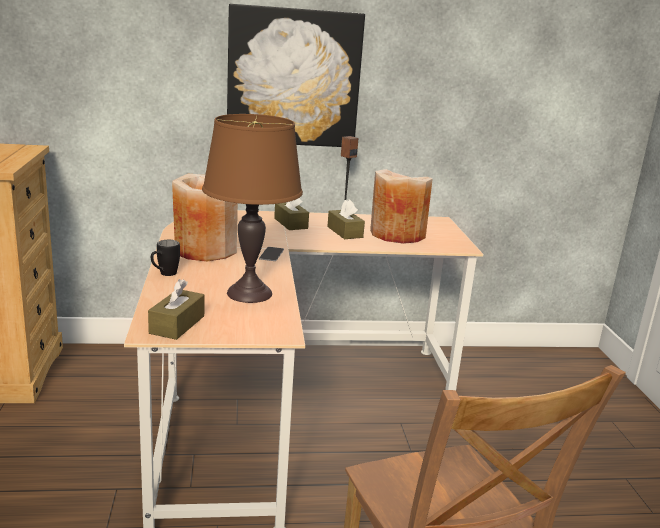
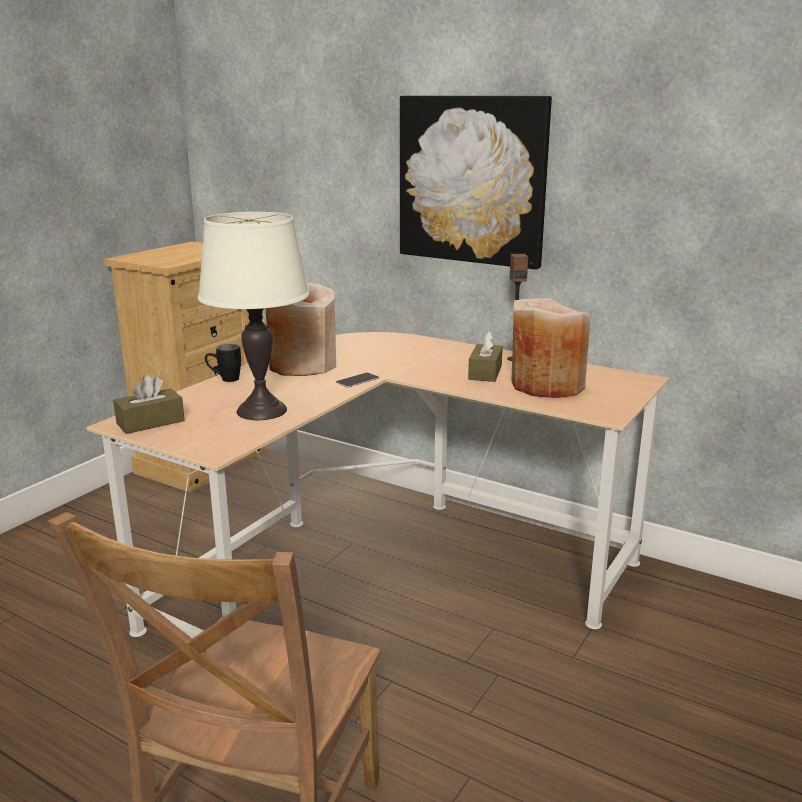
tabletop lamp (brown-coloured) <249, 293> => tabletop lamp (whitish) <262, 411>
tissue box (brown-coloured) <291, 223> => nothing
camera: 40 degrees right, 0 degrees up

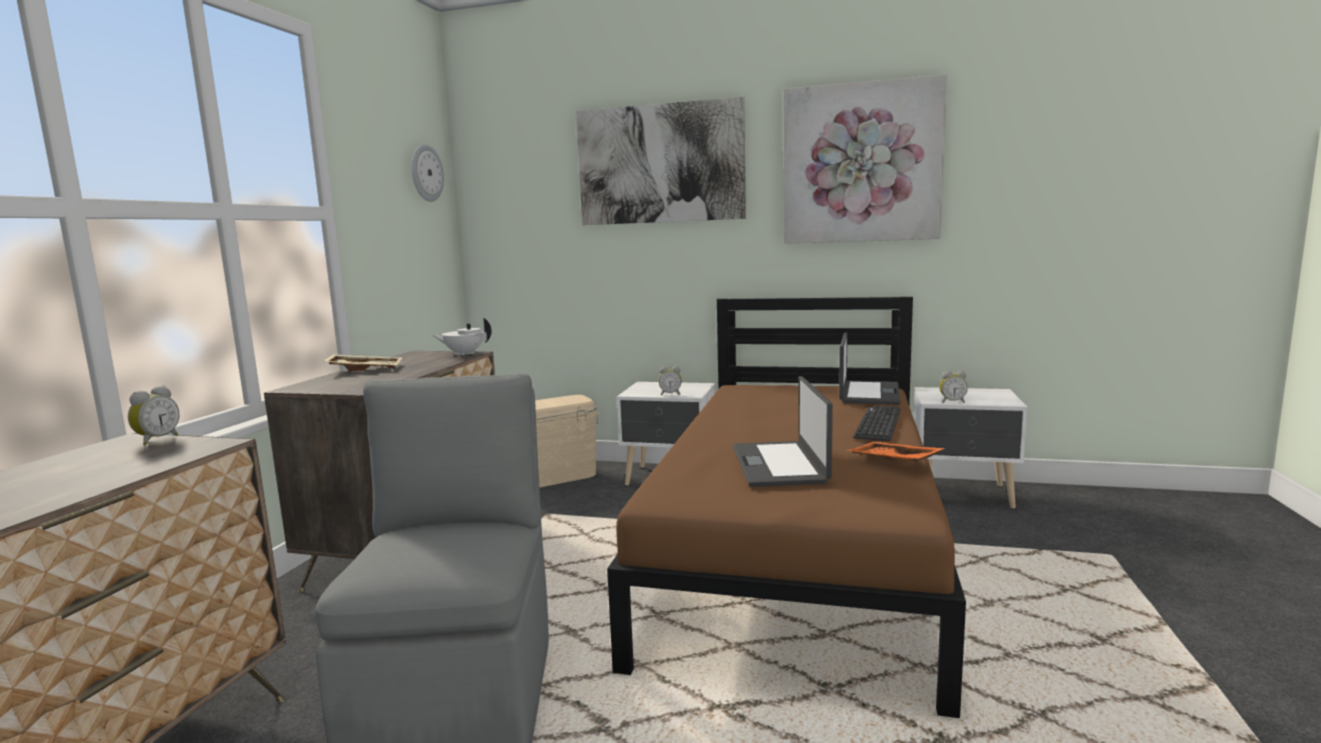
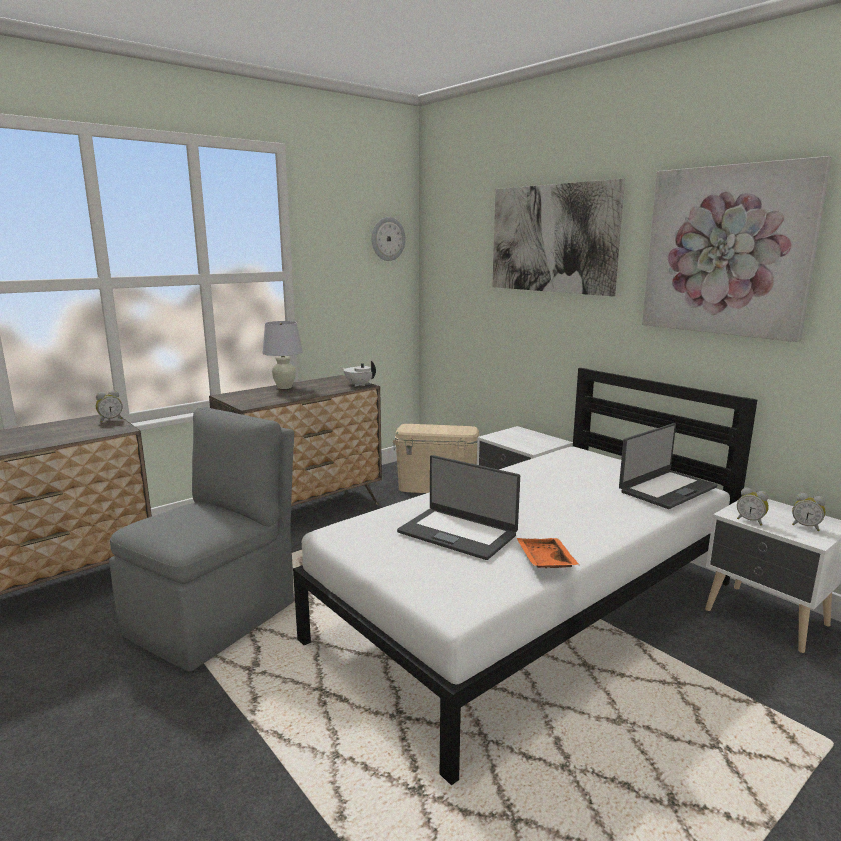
serving tray (sand-coloured) <365, 369> => tabletop lamp (whitish) <284, 387>
sleeping bed (brown-coloured) <799, 551> => sleeping bed (whitish) <530, 610>
table clock <670, 394> => table clock <806, 526>, relocated
laptop <780, 464> => laptop <458, 533>, 90 degrees counterclockwise
PC keyboard <878, 424> => nothing
camera: 35 degrees right, 5 degrees up

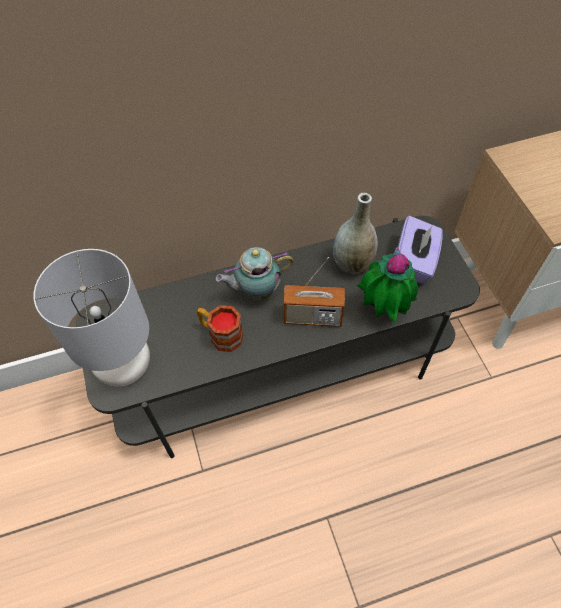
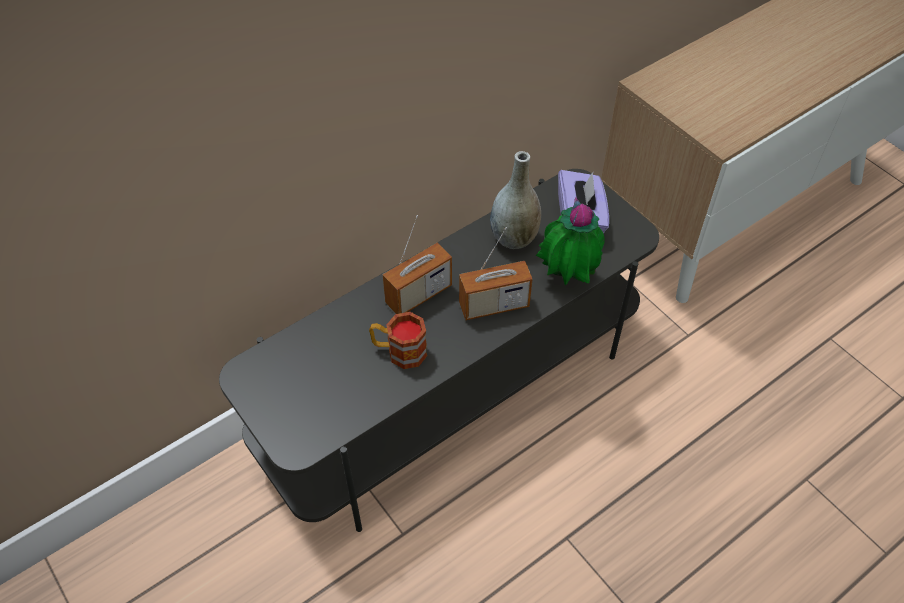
tabletop lamp (gray) <125, 365> => nothing
tea pot <256, 291> => radio receiver <419, 295>
camera: 20 degrees left, 5 degrees down

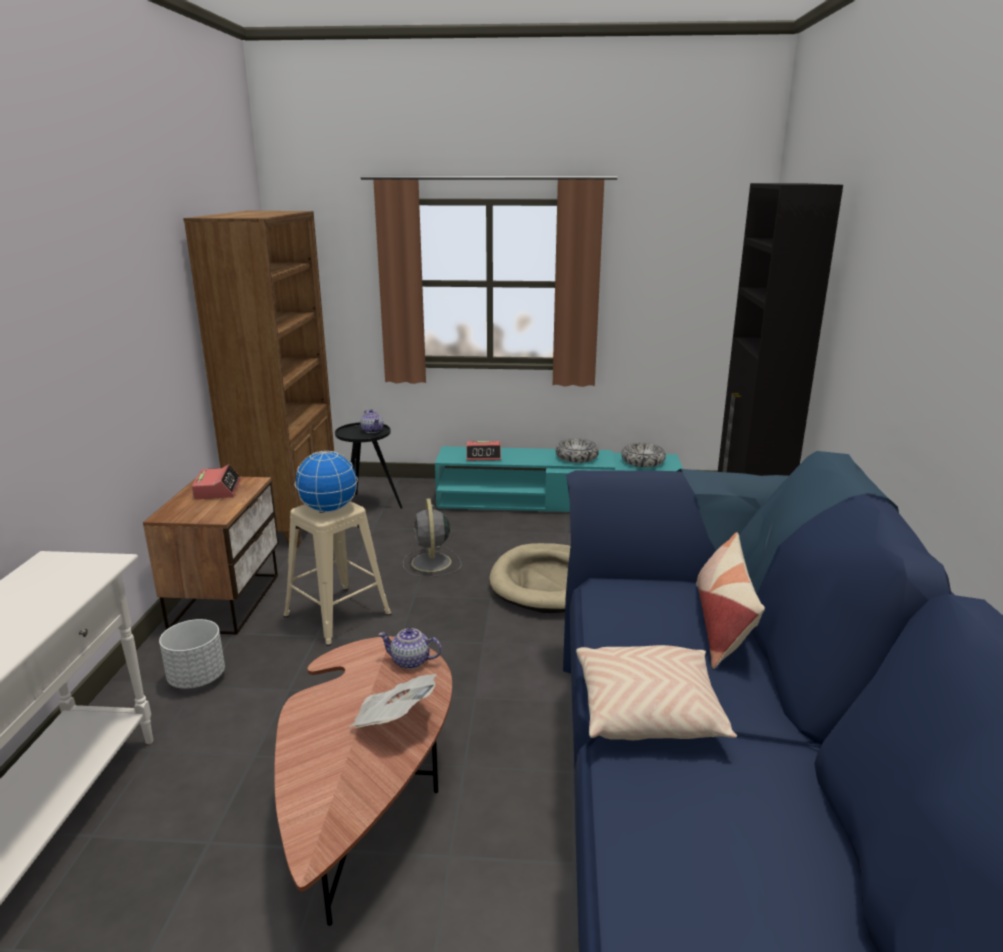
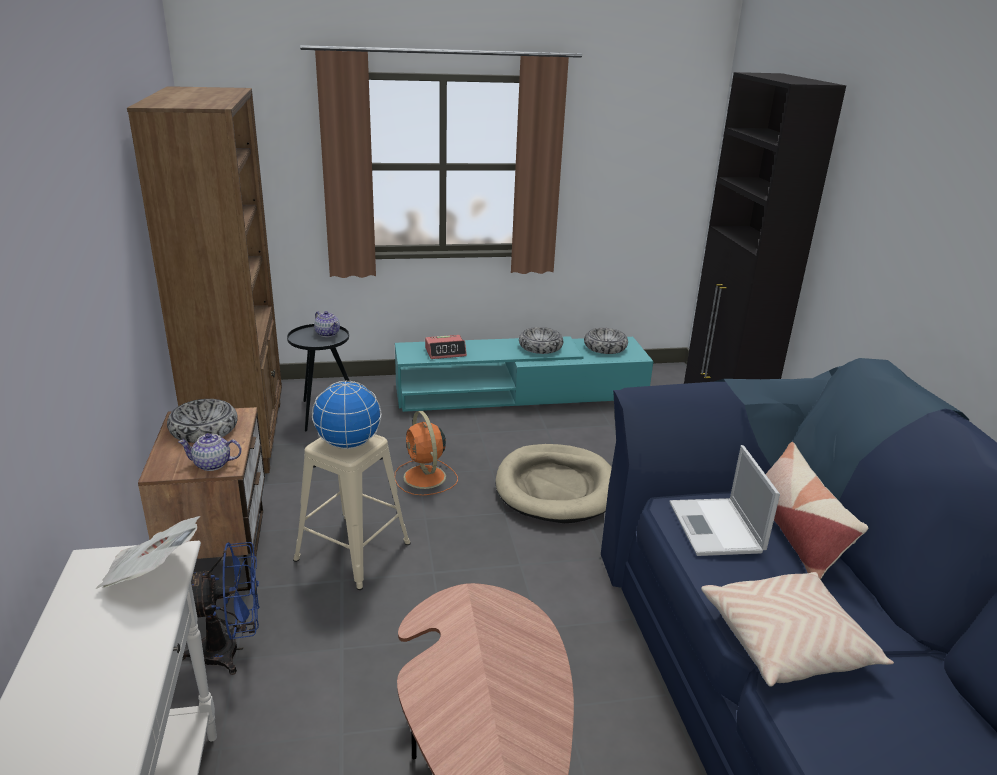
flower pot (whitish) <197, 678> => cooling fan (bluish) <230, 651>
table clock <217, 490> => bowl <204, 429>
newspaper <394, 720> => newspaper <153, 573>, relocated
tea pot <411, 661> => tea pot <213, 464>, relocated
cooling fan (gray) <431, 563> => cooling fan (orange-coloured) <425, 478>
nothing => laptop <716, 528>
camera: 15 degrees left, 5 degrees up

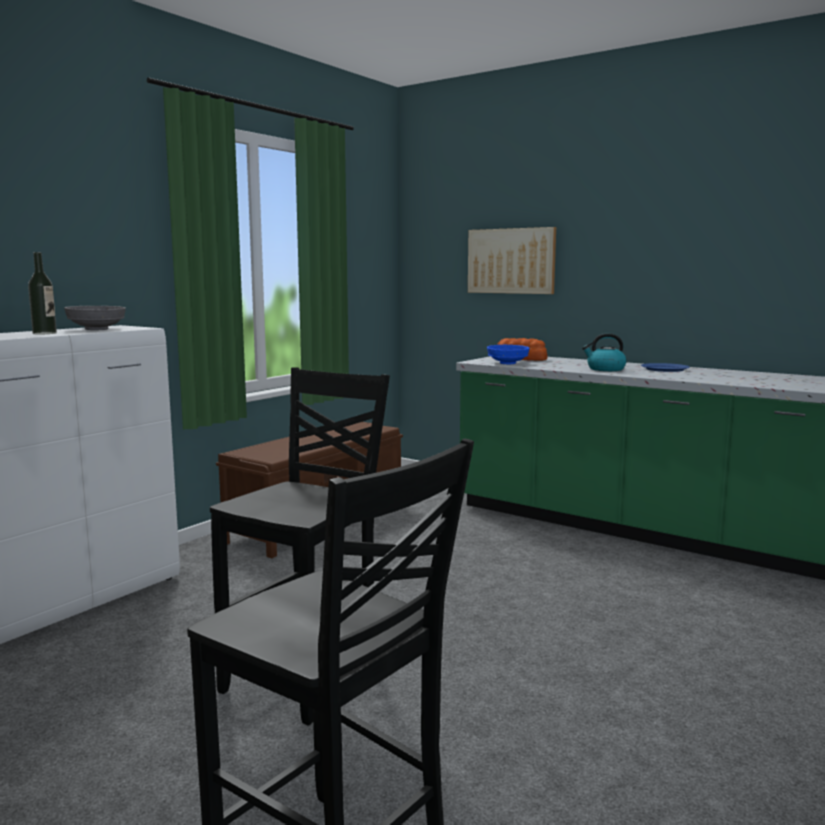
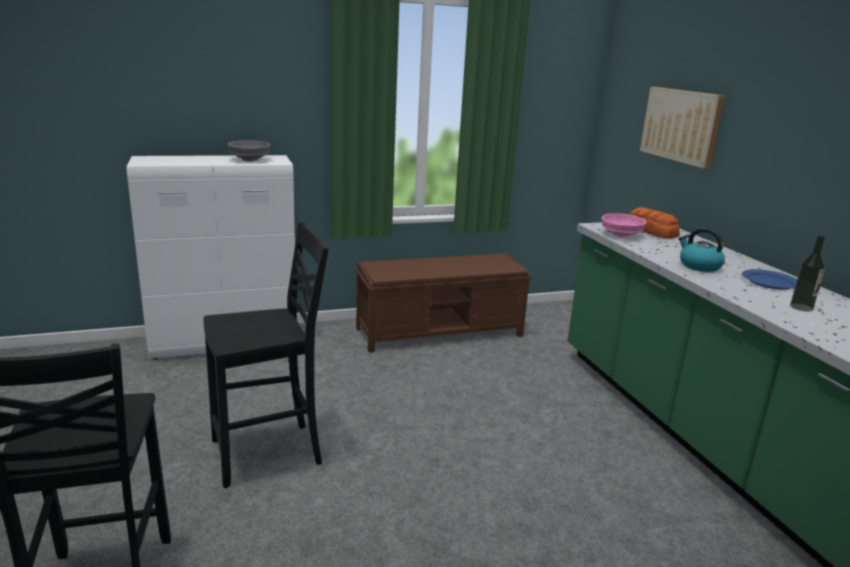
drink bottle <44, 333> => drink bottle <801, 307>, relocated
bowl (bluish) <507, 363> => bowl (pink-coloured) <620, 235>
camera: 35 degrees right, 10 degrees up

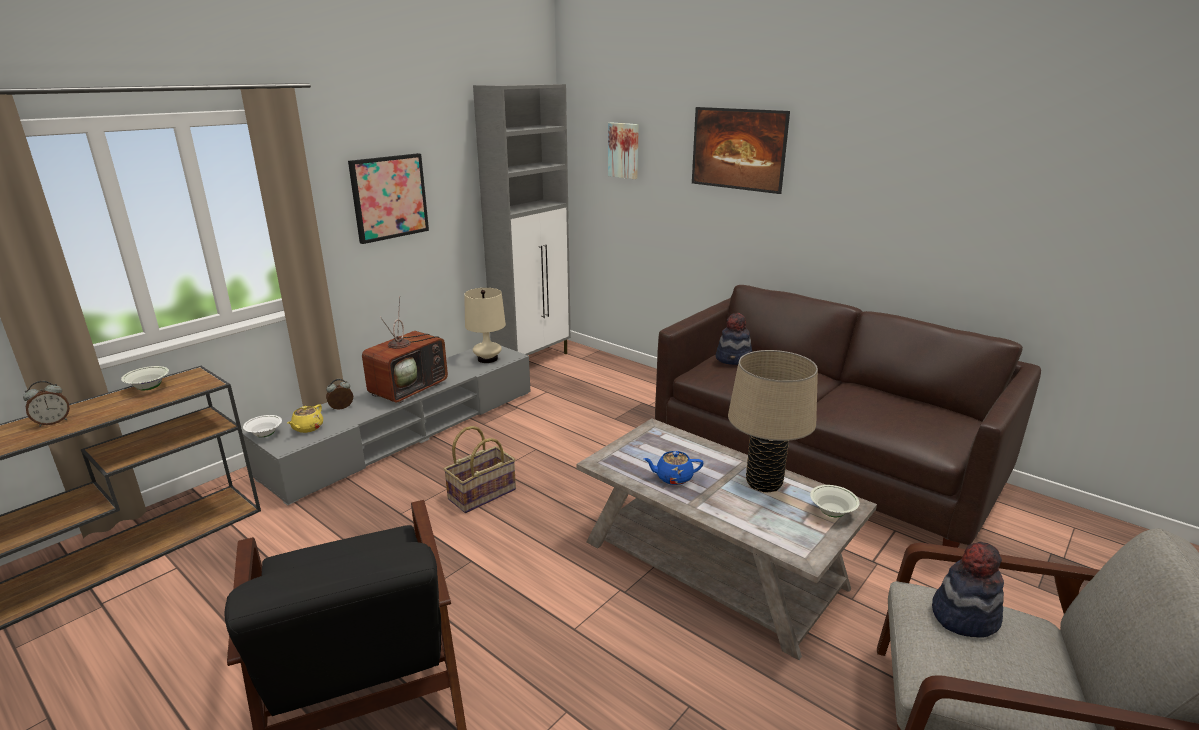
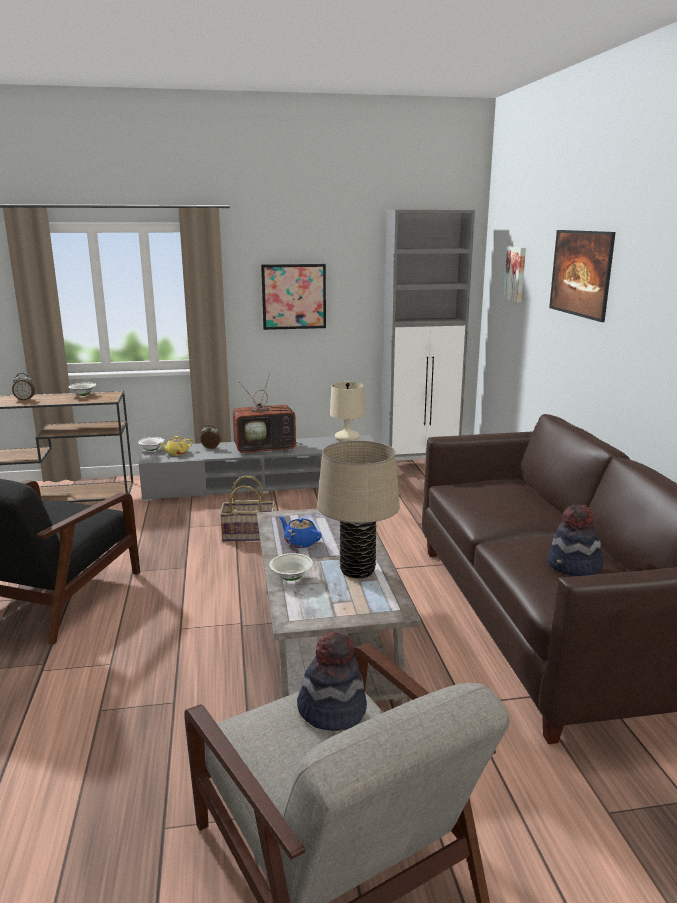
wearable hat <734, 359> => wearable hat <574, 567>, relocated
bowl (whitish) <832, 513> => bowl (whitish) <291, 578>, relocated
camera: 40 degrees right, 5 degrees down

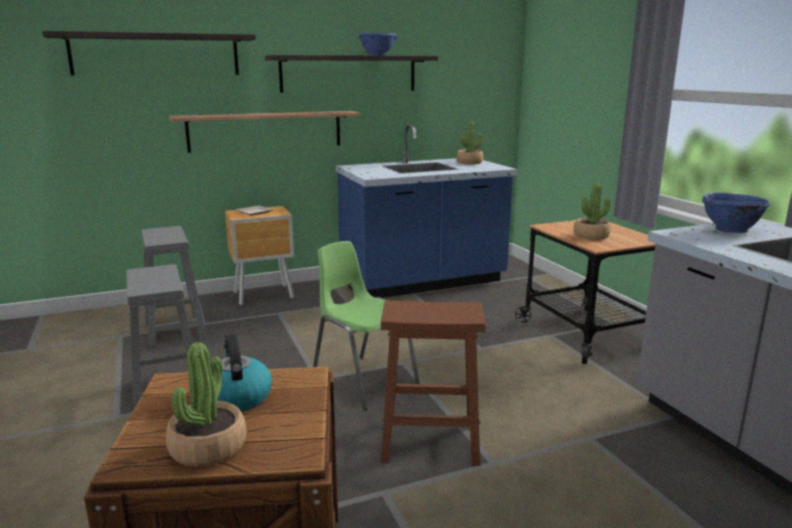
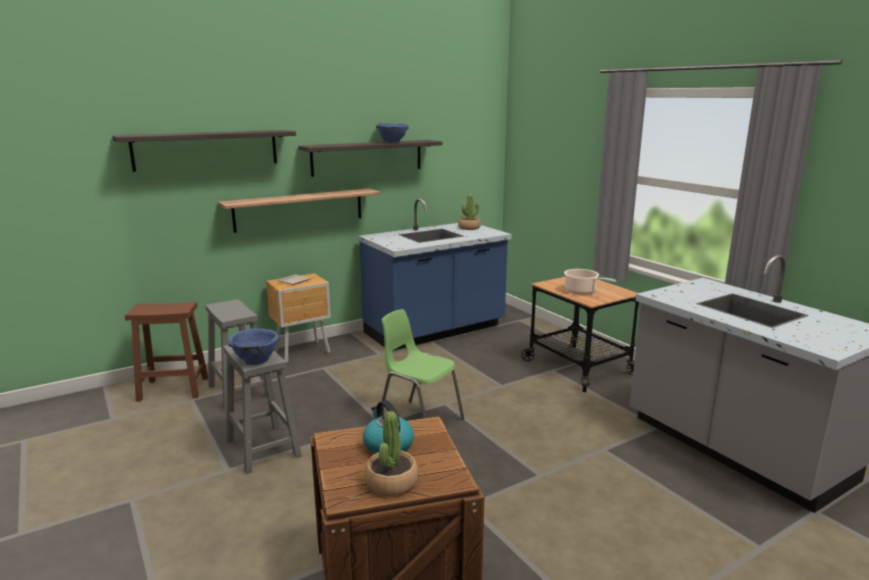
sitting stool (brown-coloured) <432, 441> => sitting stool (brown-coloured) <175, 389>, relocated
plant in a pot <591, 236> => saucepot <582, 291>
bowl (bluish) <729, 229> => bowl (bluish) <255, 360>, relocated
camera: 10 degrees left, 0 degrees up

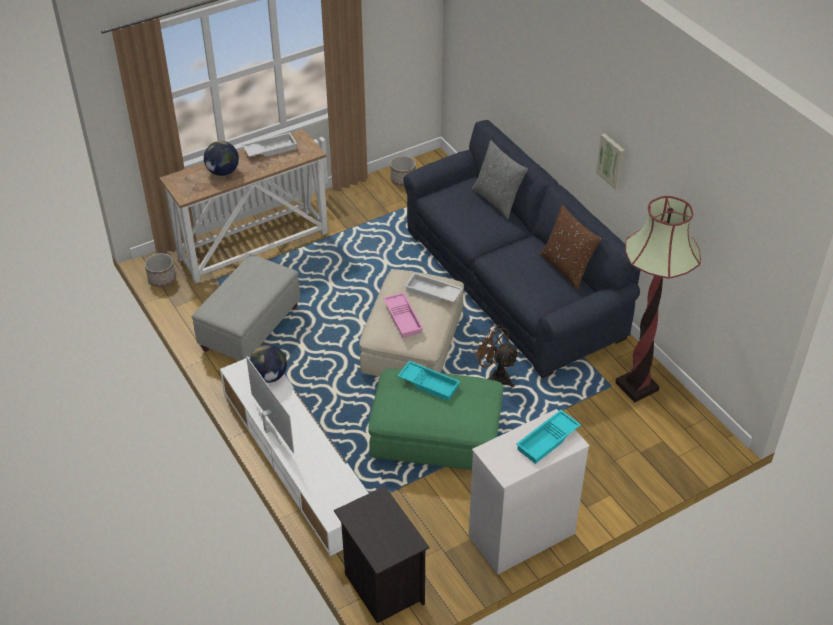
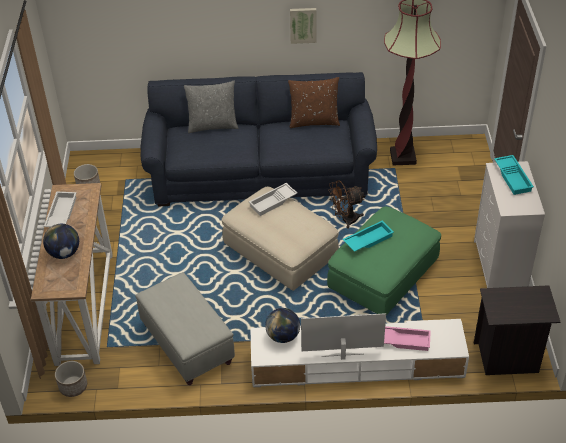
serving tray (pink-coloured) <403, 318> => serving tray (pink-coloured) <403, 340>, relocated
camera: 60 degrees left, 0 degrees up

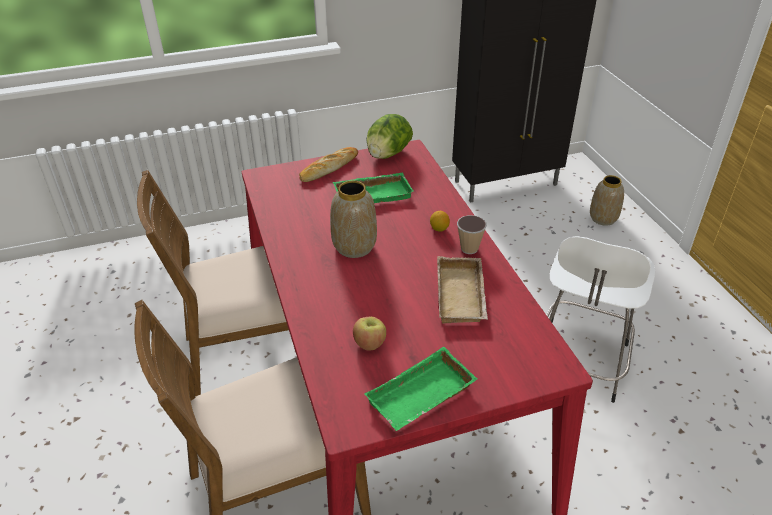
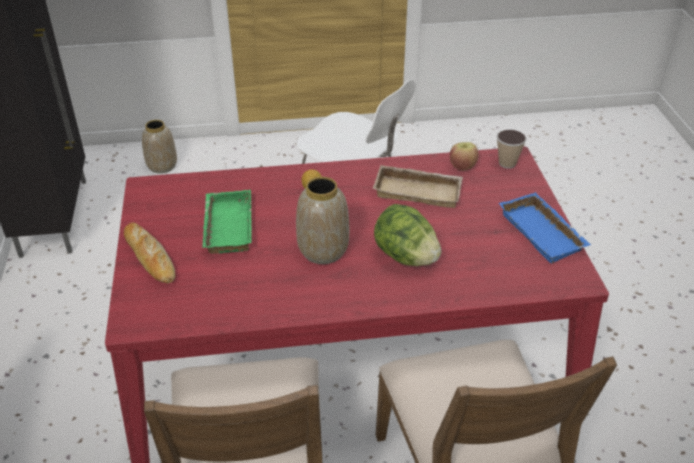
apple <370, 344> => apple <462, 166>, relocated
serving tray (greenish) <421, 398> => serving tray (bluish) <544, 233>
head of lettuce <388, 154> => head of lettuce <405, 257>, relocated
drinking cup <469, 249> => drinking cup <507, 163>, relocated
camera: 80 degrees left, 0 degrees up

